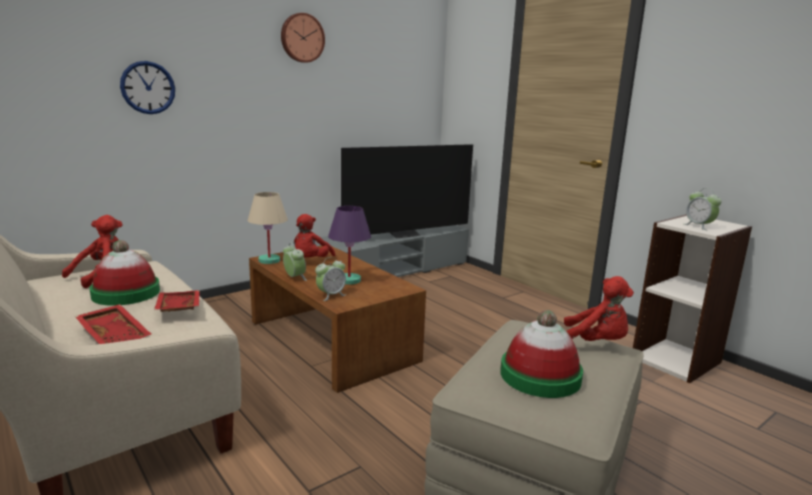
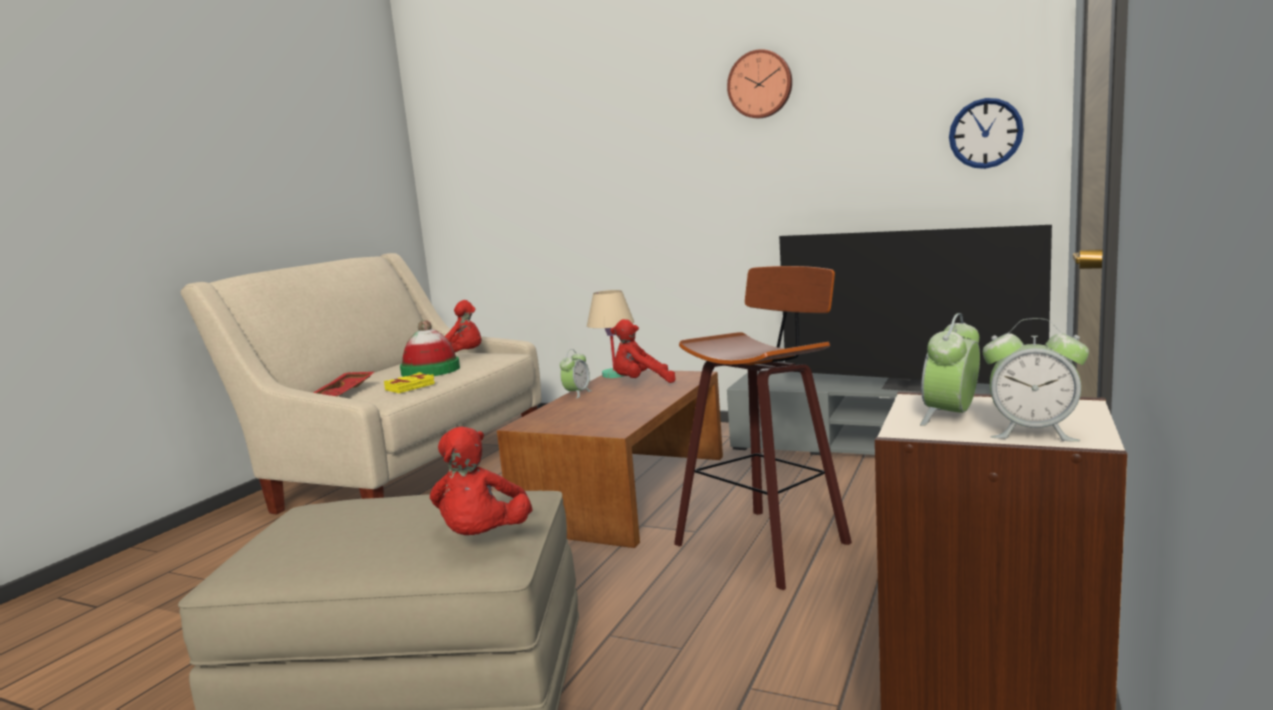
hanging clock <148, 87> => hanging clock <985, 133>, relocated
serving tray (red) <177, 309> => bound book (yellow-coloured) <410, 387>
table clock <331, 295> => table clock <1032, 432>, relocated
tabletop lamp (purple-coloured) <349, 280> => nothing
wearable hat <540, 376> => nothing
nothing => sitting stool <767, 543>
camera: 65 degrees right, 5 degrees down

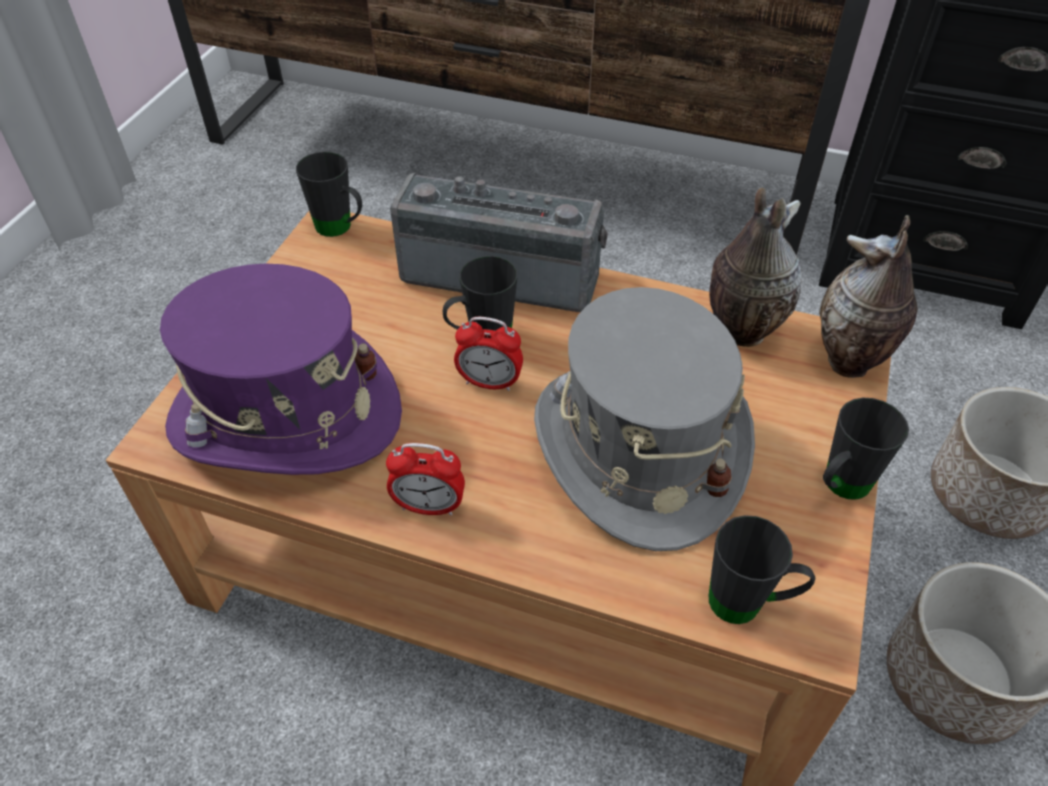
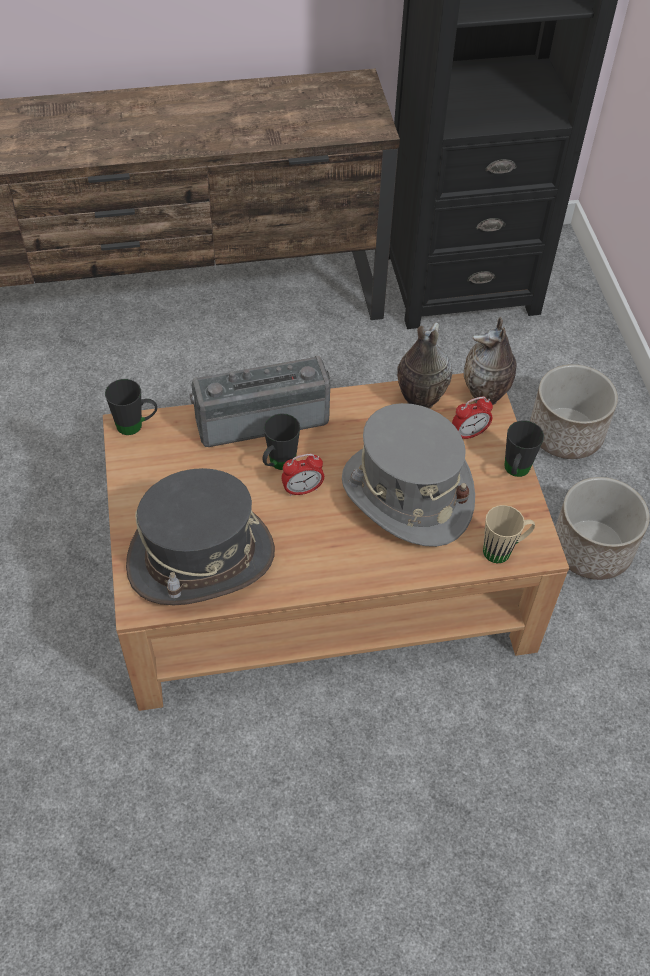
wearable hat (purple-coloured) <285, 416> => wearable hat (gray) <201, 559>
table clock <429, 506> => table clock <469, 434>, relocated
coffee mug (black-coloured) <748, 604> => coffee mug (sand-coloured) <504, 550>
camera: 30 degrees left, 5 degrees up

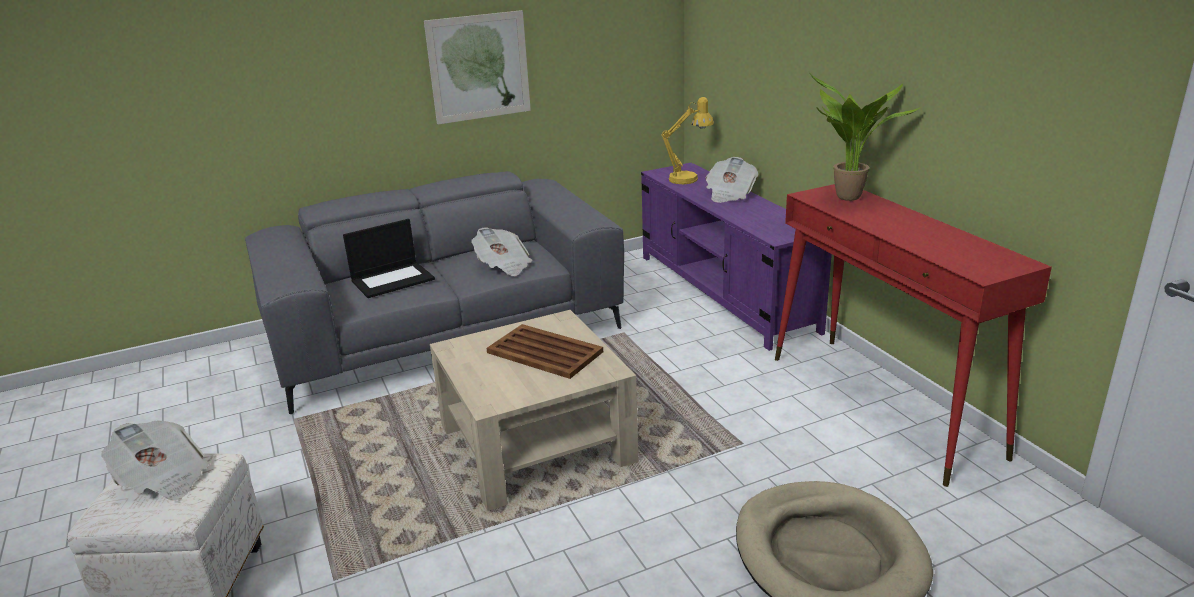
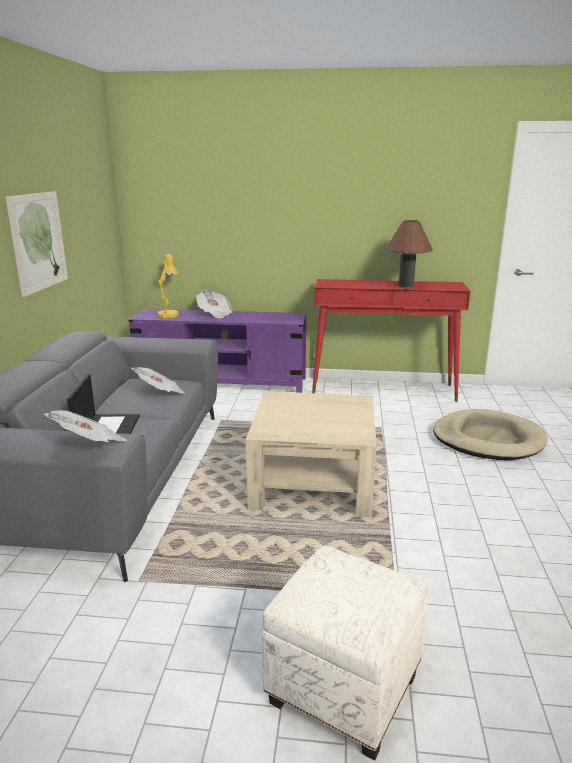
newspaper <163, 479> => newspaper <89, 444>, relocated
serving tray (brown-coloured) <545, 353> => nothing
plant in a pot <847, 199> => nothing
nothing => tabletop lamp (brown-coloured) <406, 285>
camera: 60 degrees left, 5 degrees down

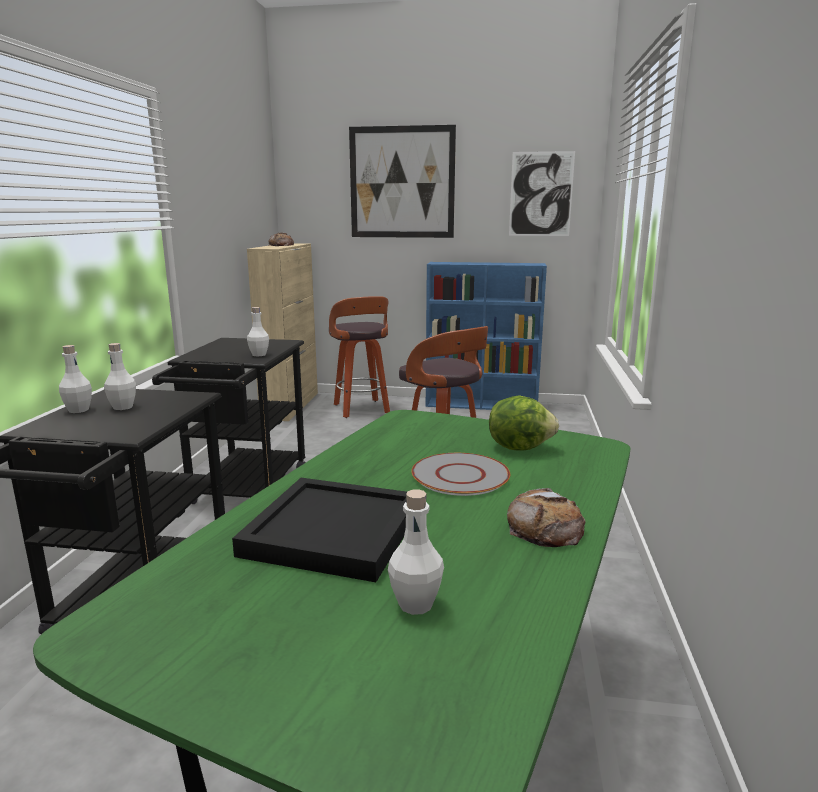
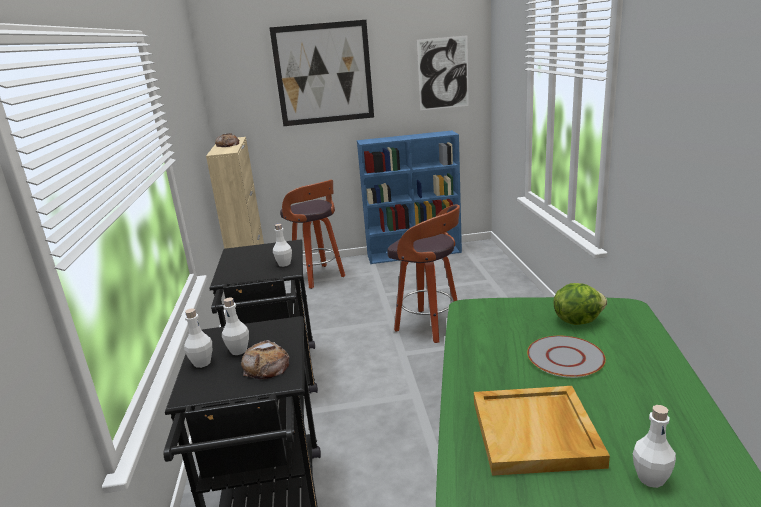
serving tray (black-coloured) <334, 532> => serving tray (sand-coloured) <536, 433>
baked bread <545, 528> => baked bread <266, 366>, relocated
camera: 15 degrees left, 5 degrees up

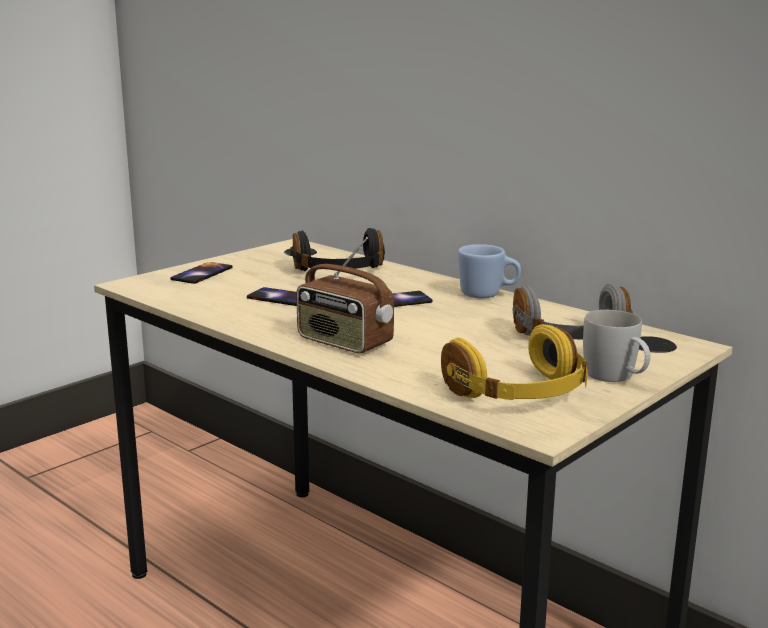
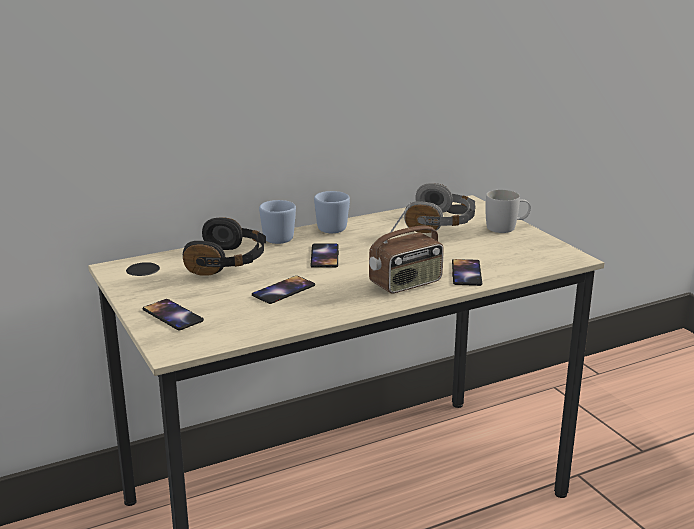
pair of headphones (yellow-coloured) <520, 394> => nothing
nothing => coffee mug (bluish) <281, 237>
nothing => telephone <466, 273>
camera: 70 degrees left, 5 degrees up

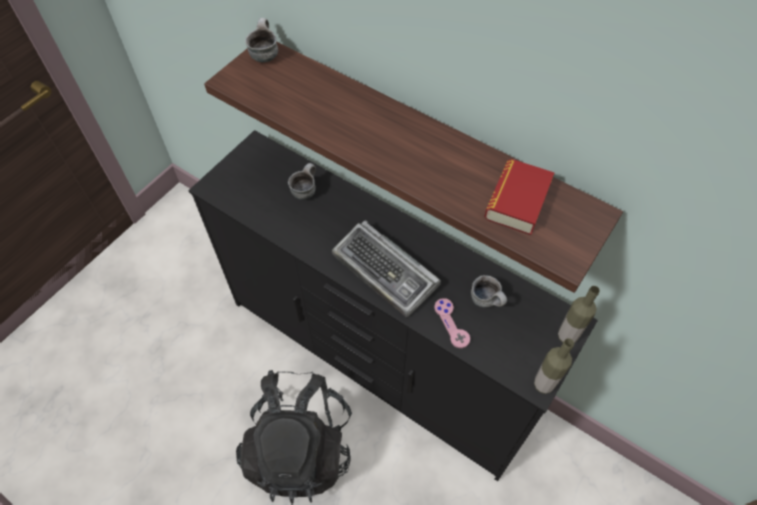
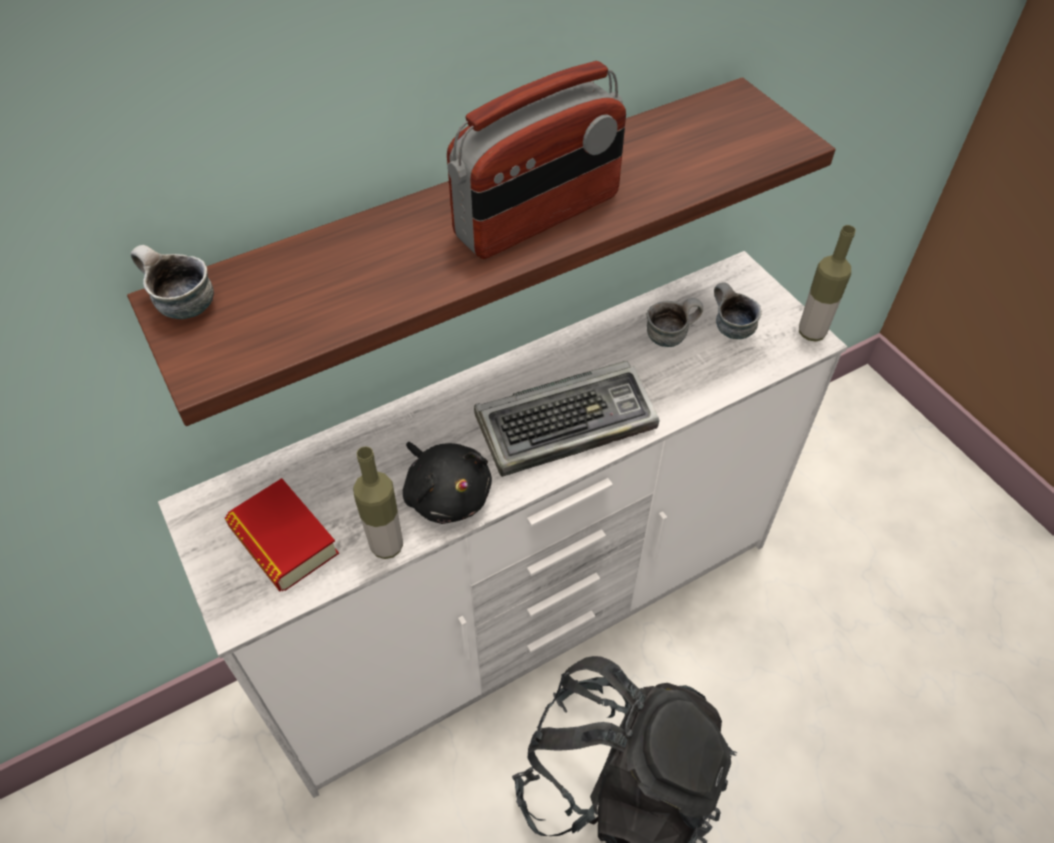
dresser (black-coloured) <379, 358> => dresser (whitish) <528, 612>
coffee mug <304, 190> => coffee mug <728, 327>, relocated
game controller (pink-coloured) <451, 323> => nothing
bound book <517, 201> => bound book <284, 541>, relocated
drink bottle <567, 336> => drink bottle <387, 546>, relocated
nothing => plush toy (black-coloured) <447, 494>
nothing => radio receiver <538, 217>
camera: 65 degrees left, 5 degrees down

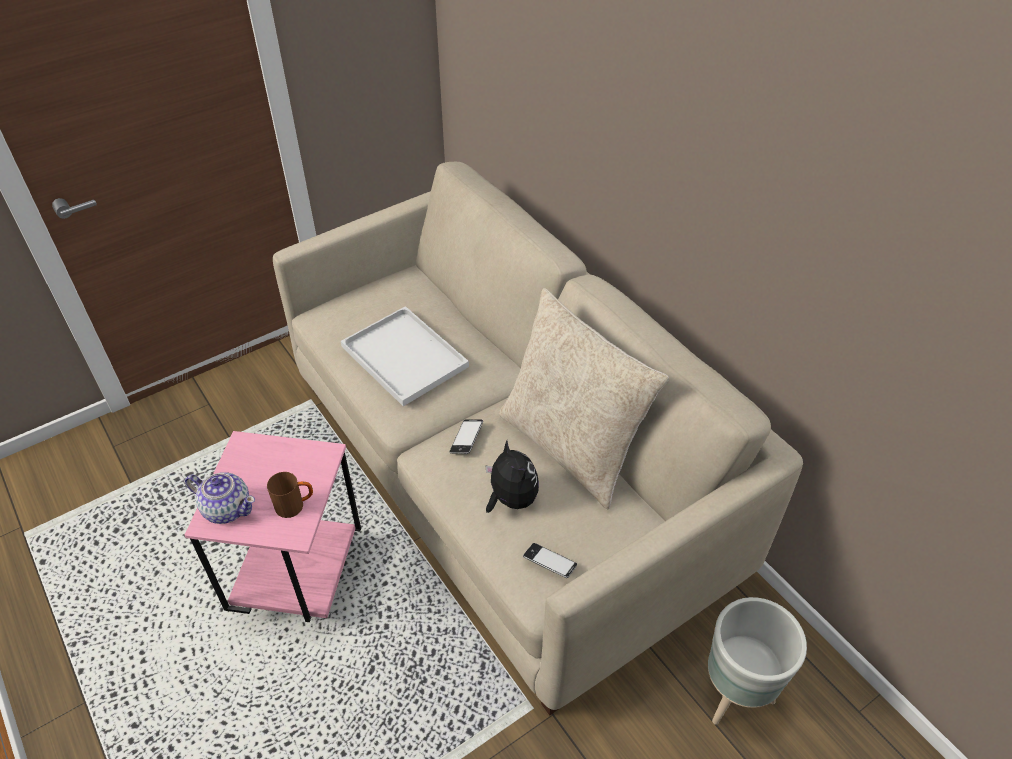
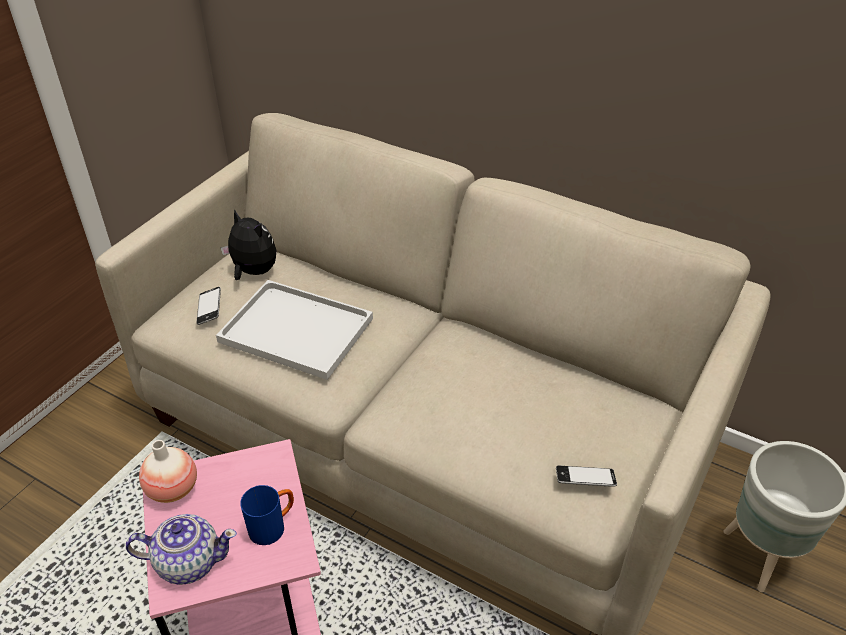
coffee mug (brown-coloured) <295, 505> => coffee mug (bluish) <273, 526>
telephone <466, 439> => telephone <209, 309>, relocated
plush toy <510, 499> => plush toy <253, 272>, relocated
cushion (sand-coloured) <571, 446> => nothing
nothing => decorative vase <173, 489>
camera: 25 degrees left, 5 degrees down

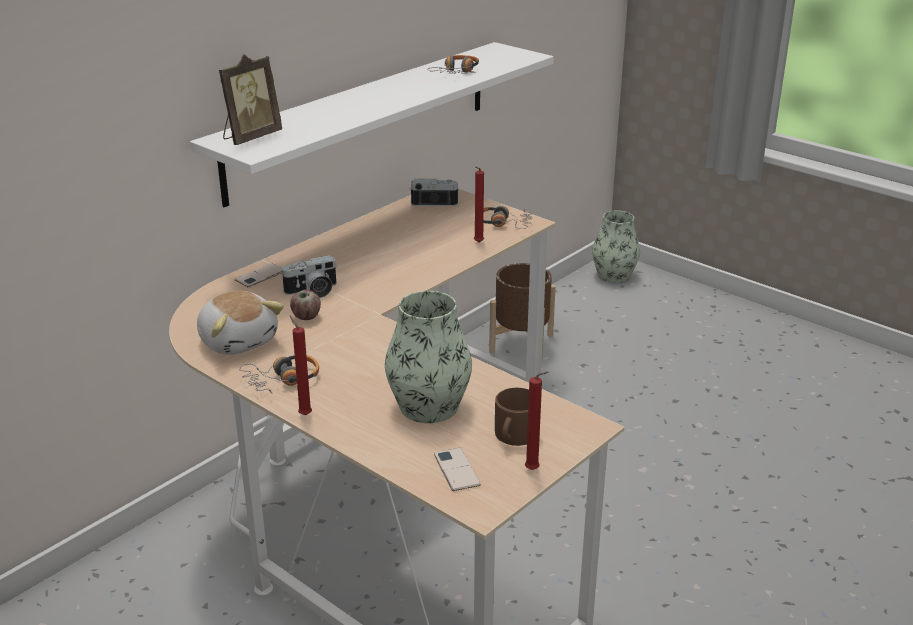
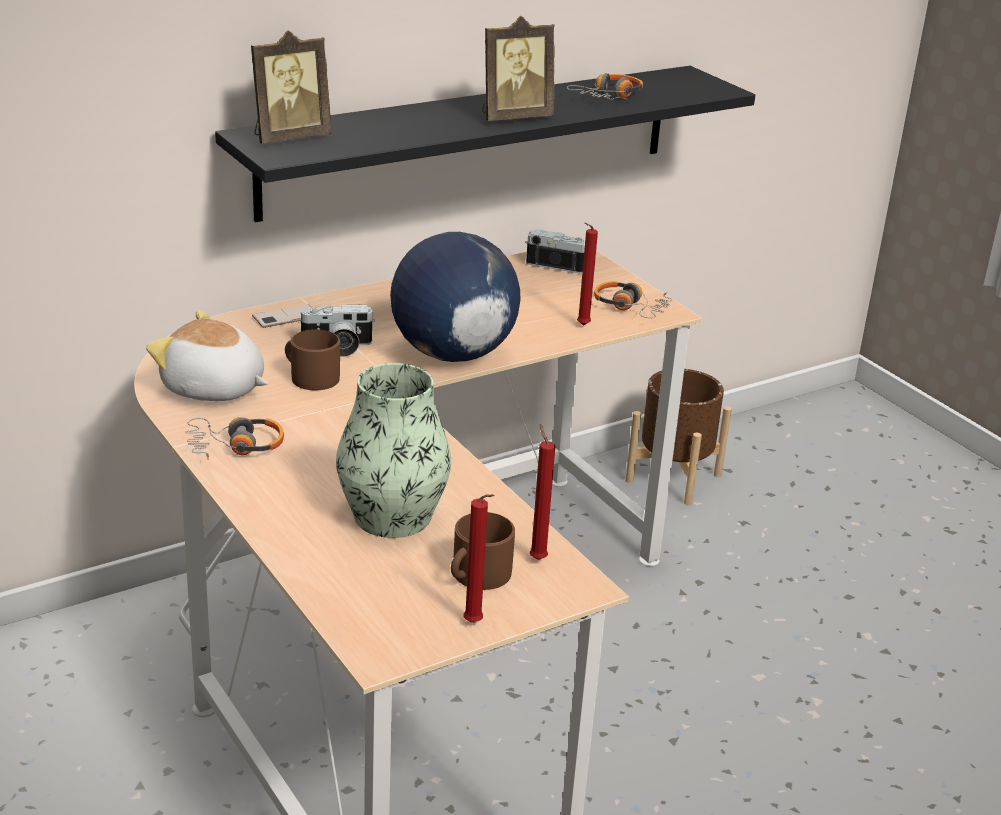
bracket shelf (whitish) <362, 119> => bracket shelf (black-coloured) <471, 140>
plush toy <238, 340> => plush toy <213, 389>, 135 degrees clockwise
apple <306, 317> => coffee mug (brown-coloured) <310, 377>
wax light (red) <304, 414> => wax light (red) <536, 558>, relocated
telephone <456, 470> => nothing
decorative vase <614, 275> => nothing
nothing => desk globe <452, 354>
nothing => photo frame <513, 117>
camera: 15 degrees right, 0 degrees up

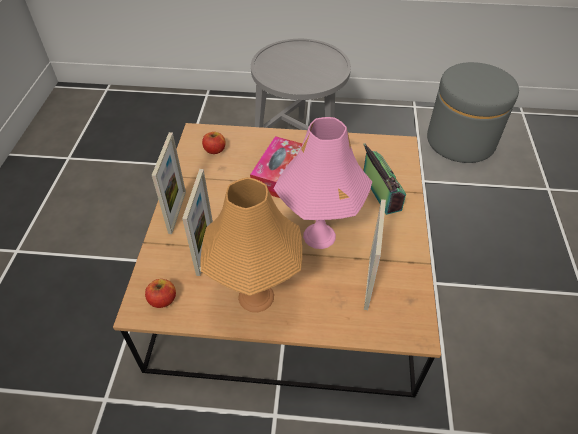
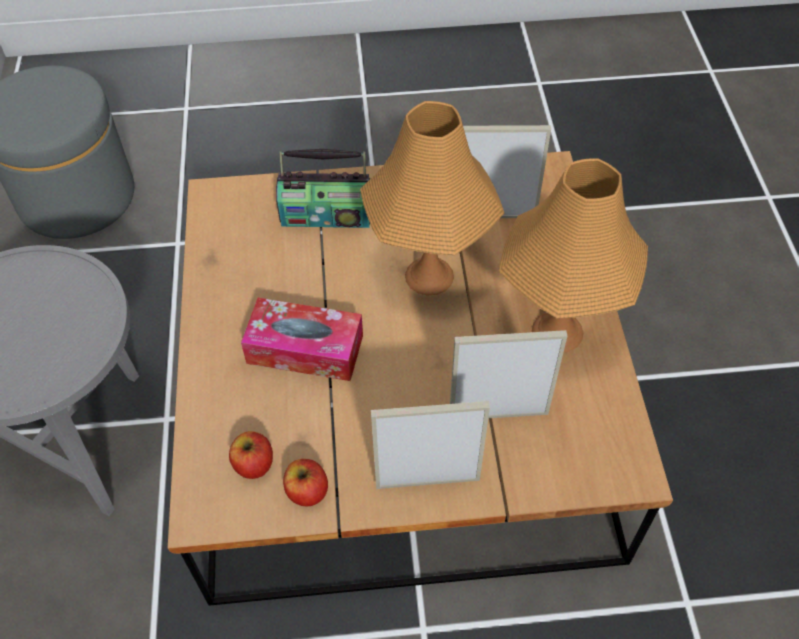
apple <163, 300> => apple <307, 491>, relocated
tabletop lamp (pink-coloured) <319, 236> => tabletop lamp (orange-coloured) <429, 276>
radio receiver <380, 192> => radio receiver <326, 215>, 150 degrees counterclockwise
camera: 100 degrees left, 5 degrees up

